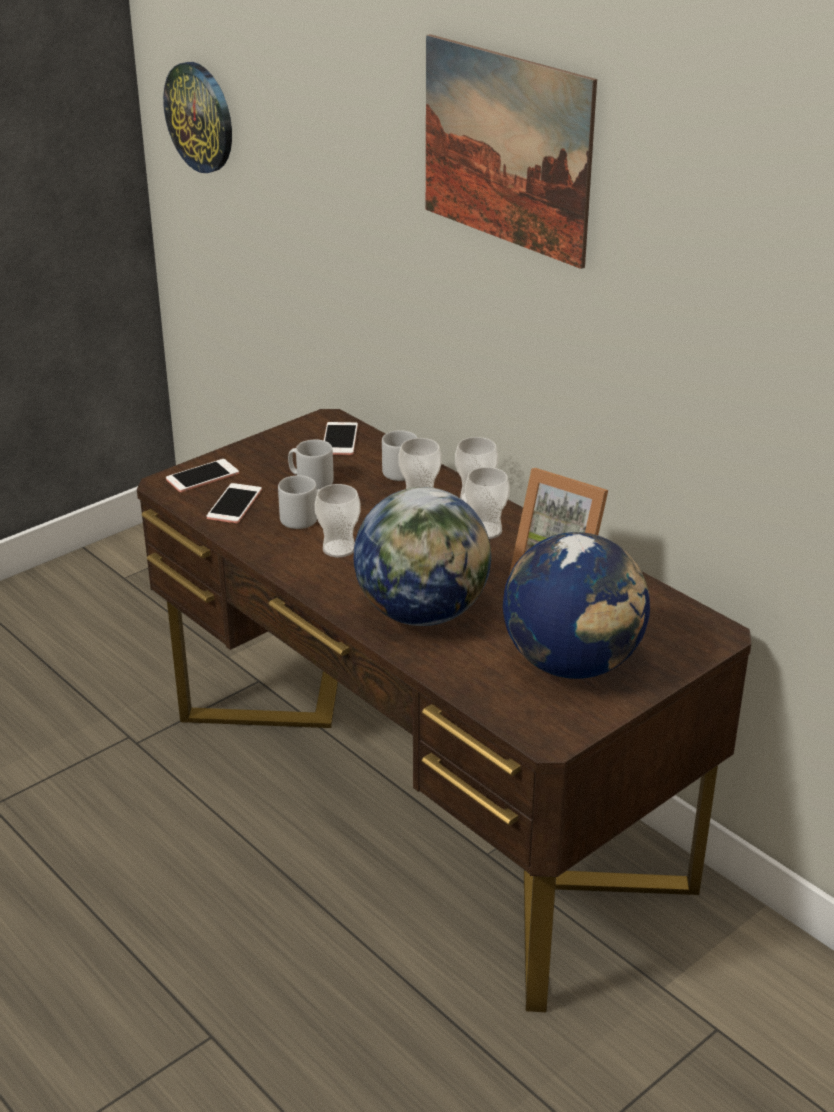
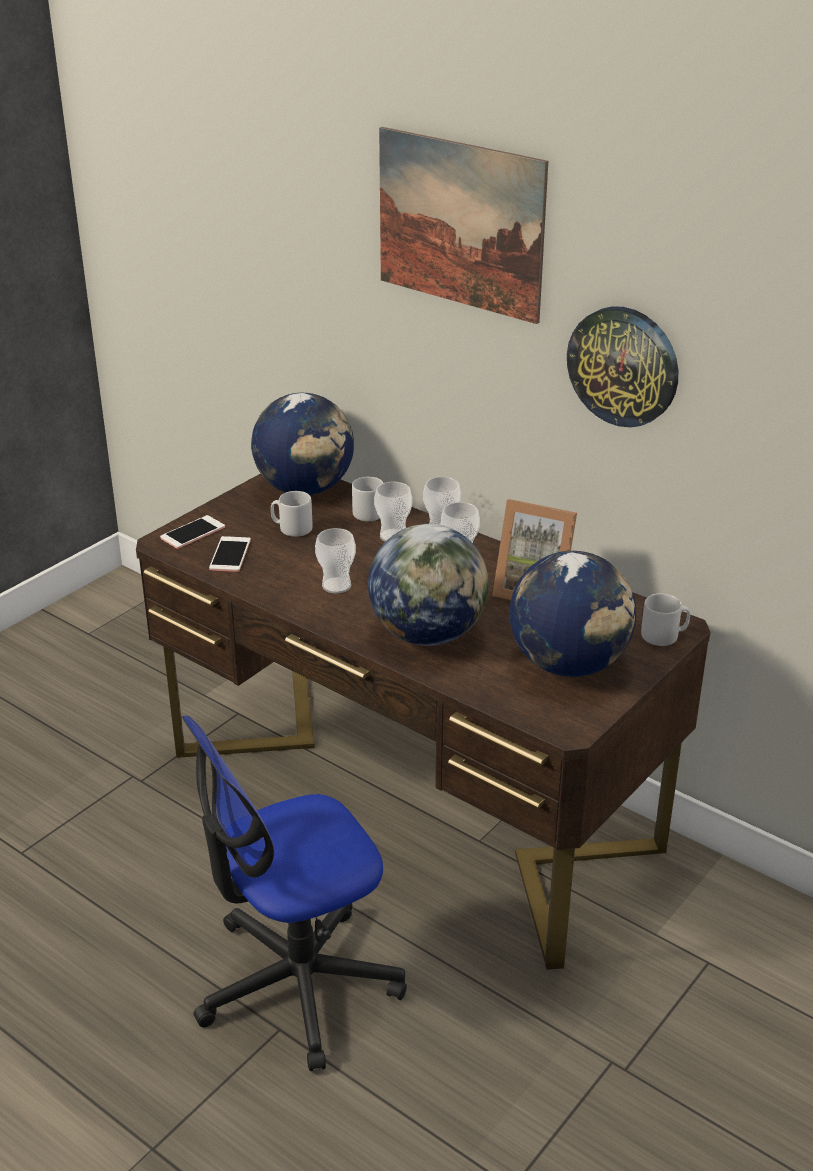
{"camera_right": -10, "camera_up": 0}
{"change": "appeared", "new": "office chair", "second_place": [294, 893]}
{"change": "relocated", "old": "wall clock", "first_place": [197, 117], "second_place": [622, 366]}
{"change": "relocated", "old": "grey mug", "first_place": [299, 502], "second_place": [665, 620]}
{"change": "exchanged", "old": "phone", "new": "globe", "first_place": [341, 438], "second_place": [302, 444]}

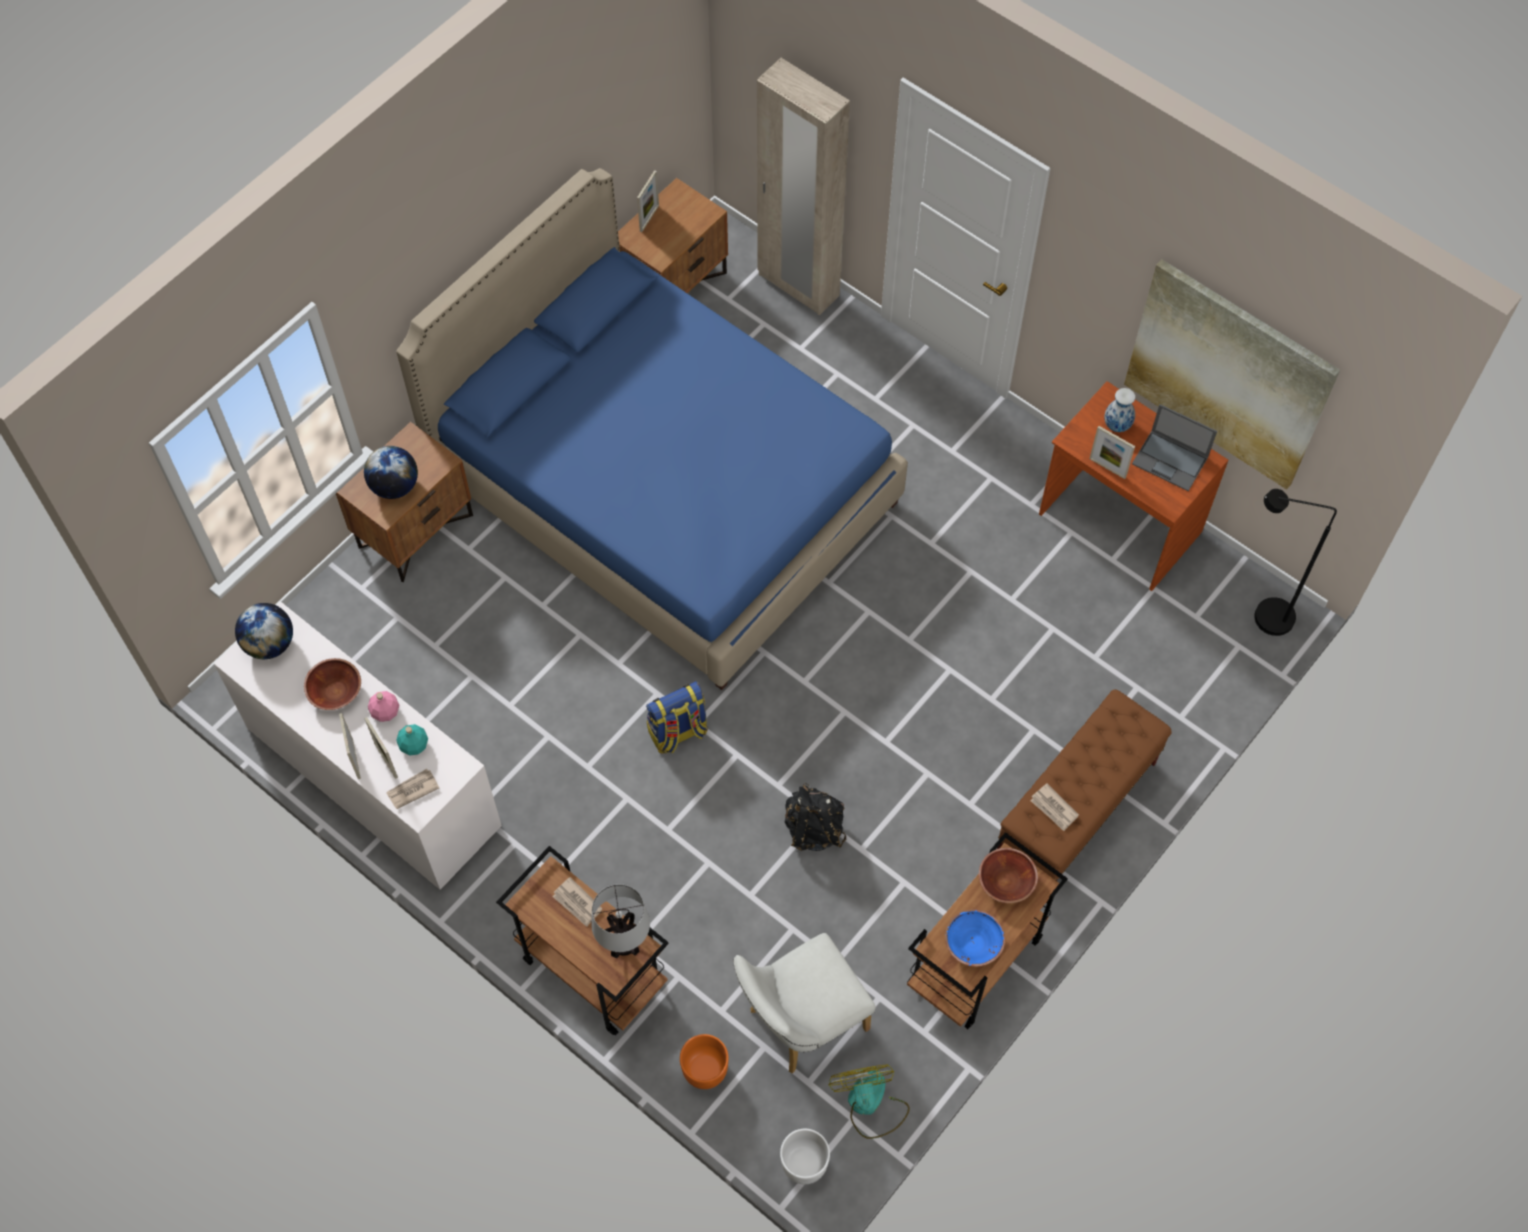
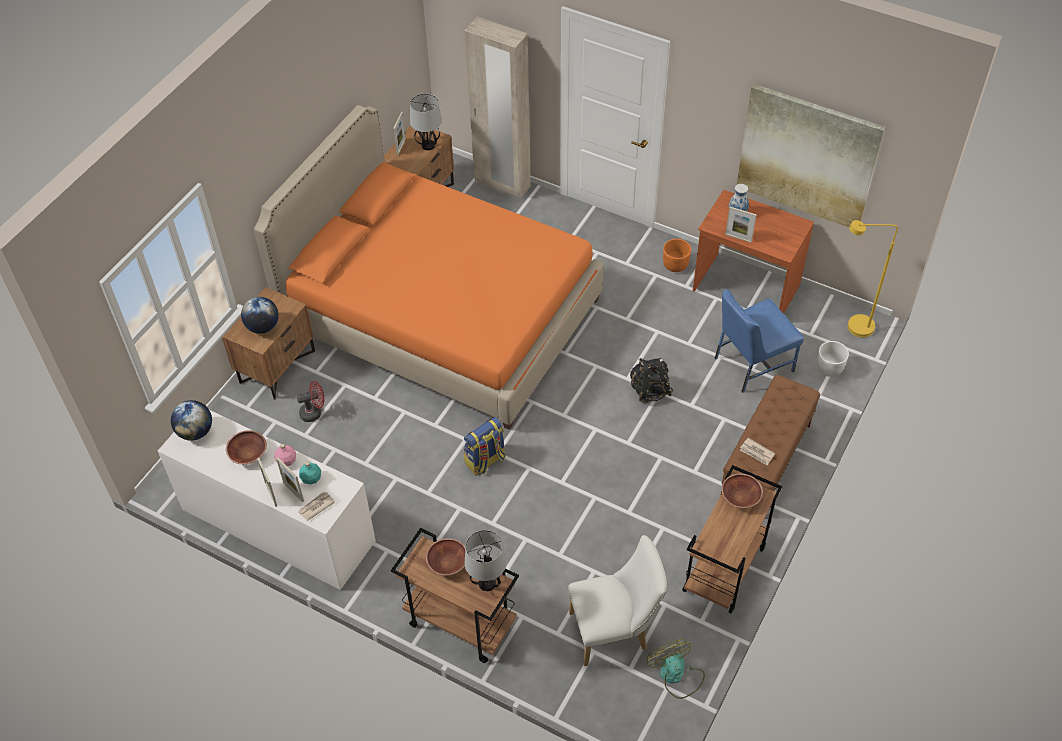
{"camera_right": -10, "camera_up": -10}
{"change": "missing", "old": "blue bowl", "first_place": [975, 938]}
{"change": "missing", "old": "laptop", "first_place": [1174, 447]}
{"change": "appeared", "new": "red fan", "second_place": [310, 401]}
{"change": "appeared", "new": "table lamp", "second_place": [426, 122]}
{"change": "appeared", "new": "blue chair", "second_place": [759, 341]}
{"change": "relocated", "old": "orange planter", "first_place": [704, 1061], "second_place": [677, 255]}
{"change": "relocated", "old": "white planter", "first_place": [805, 1156], "second_place": [833, 359]}
{"change": "relocated", "old": "black backpack", "first_place": [815, 817], "second_place": [651, 380]}
{"change": "exchanged", "old": "newspaper", "new": "brown bowl", "first_place": [577, 902], "second_place": [445, 557]}
{"change": "colour", "old": "blue bed", "new": "orange bed", "first_place": [652, 429], "second_place": [429, 267]}
{"change": "colour", "old": "black floor lamp", "new": "yellow floor lamp", "first_place": [1295, 562], "second_place": [873, 278]}
{"change": "spun", "old": "white chair", "first_place": [804, 1003], "second_place": [617, 600], "degrees": -150}

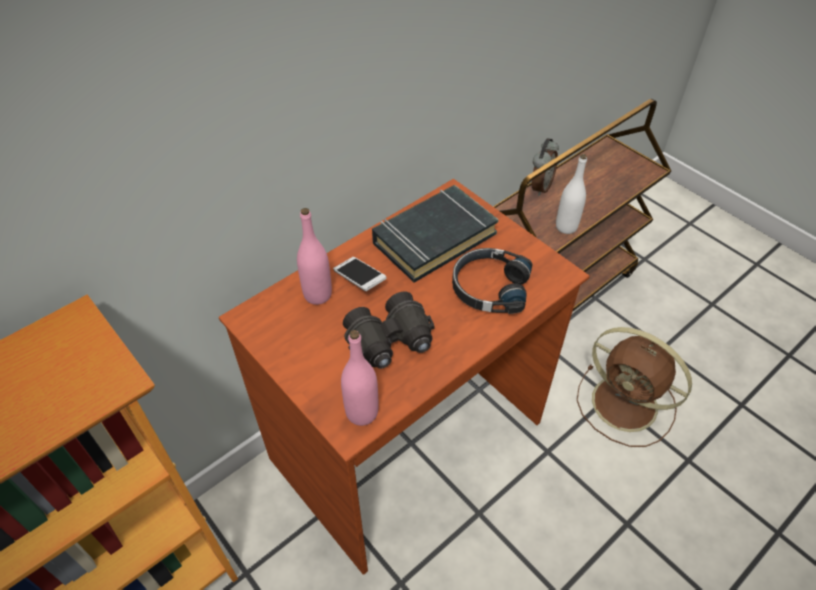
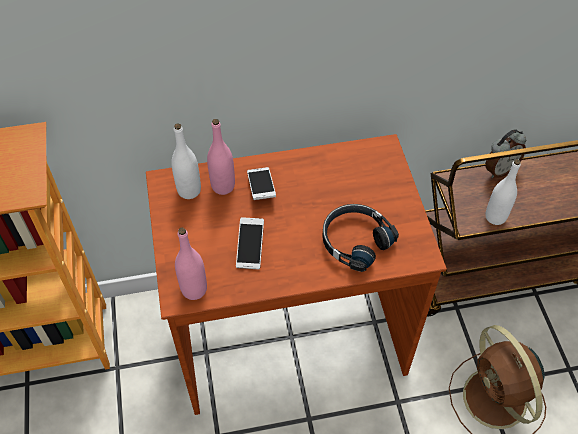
{"camera_right": 30, "camera_up": 5}
{"change": "missing", "old": "black book", "first_place": [435, 234]}
{"change": "appeared", "new": "white bottle", "second_place": [186, 161]}
{"change": "exchanged", "old": "black binoculars", "new": "phone", "first_place": [389, 330], "second_place": [250, 243]}

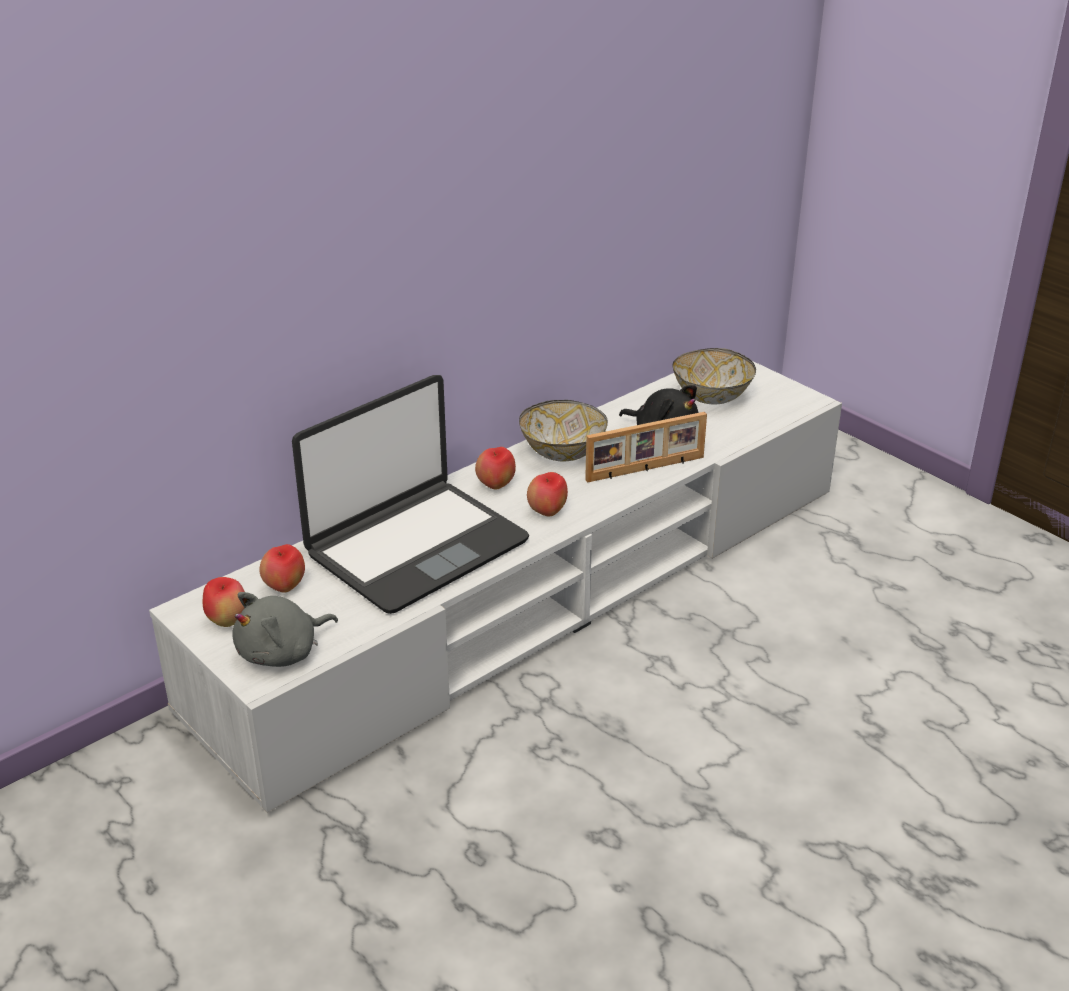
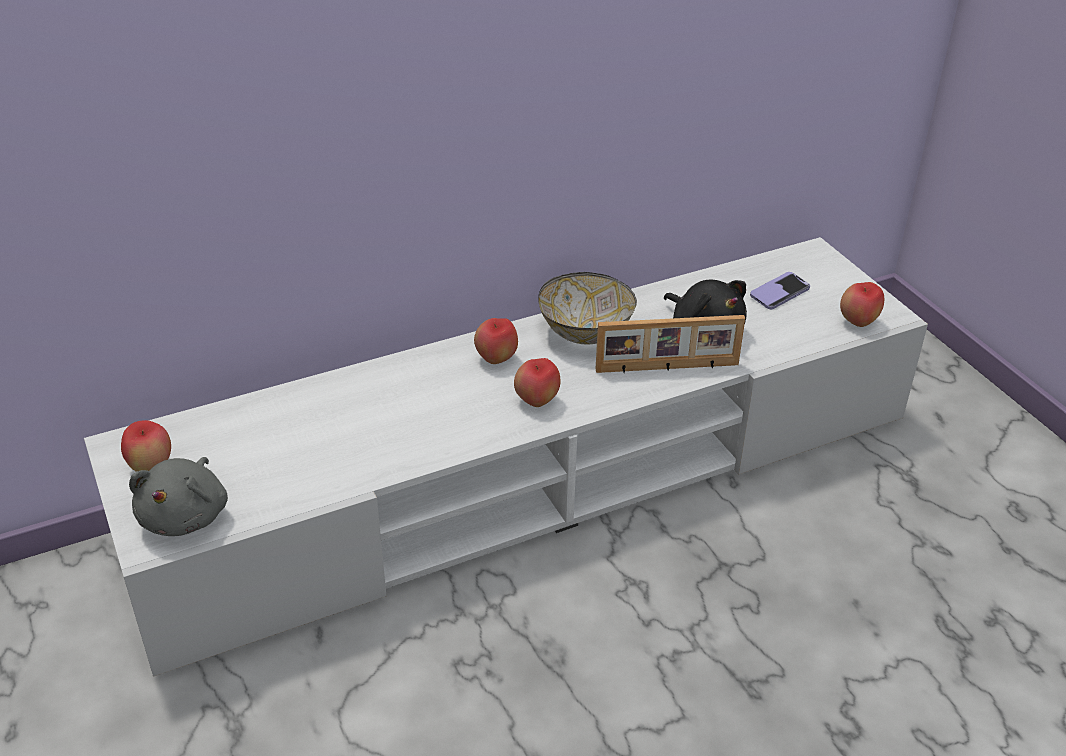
{"camera_right": 15, "camera_up": 5}
{"change": "missing", "old": "laptop", "first_place": [410, 494]}
{"change": "relocated", "old": "apple", "first_place": [282, 568], "second_place": [862, 304]}
{"change": "exchanged", "old": "bowl", "new": "phone", "first_place": [714, 376], "second_place": [780, 290]}
{"change": "spun", "old": "grey plush toy", "first_place": [285, 629], "second_place": [178, 496], "degrees": -60}

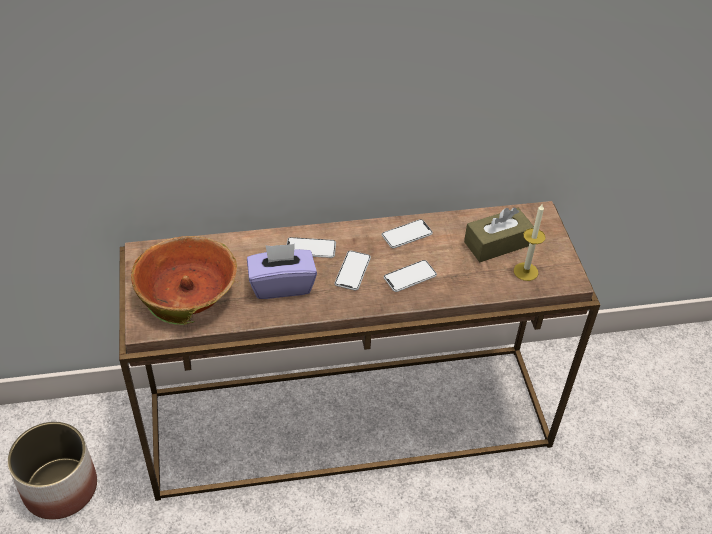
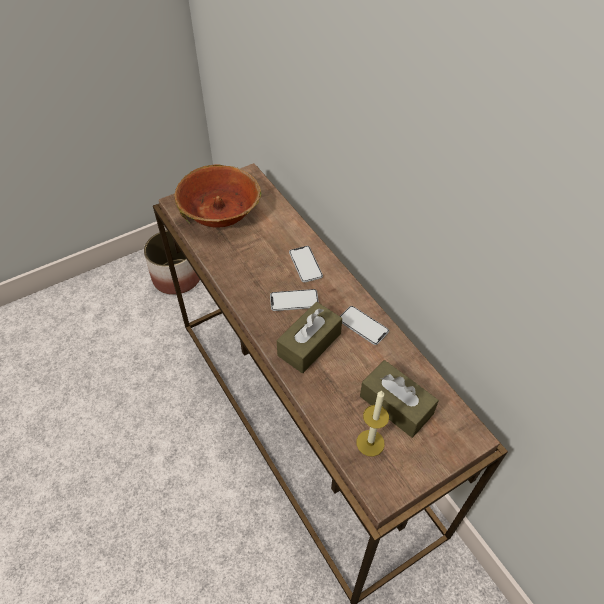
{"camera_right": 70, "camera_up": 5}
{"change": "missing", "old": "purple tissue box", "first_place": [282, 271]}
{"change": "exchanged", "old": "phone", "new": "brown tissue box", "first_place": [410, 276], "second_place": [309, 337]}

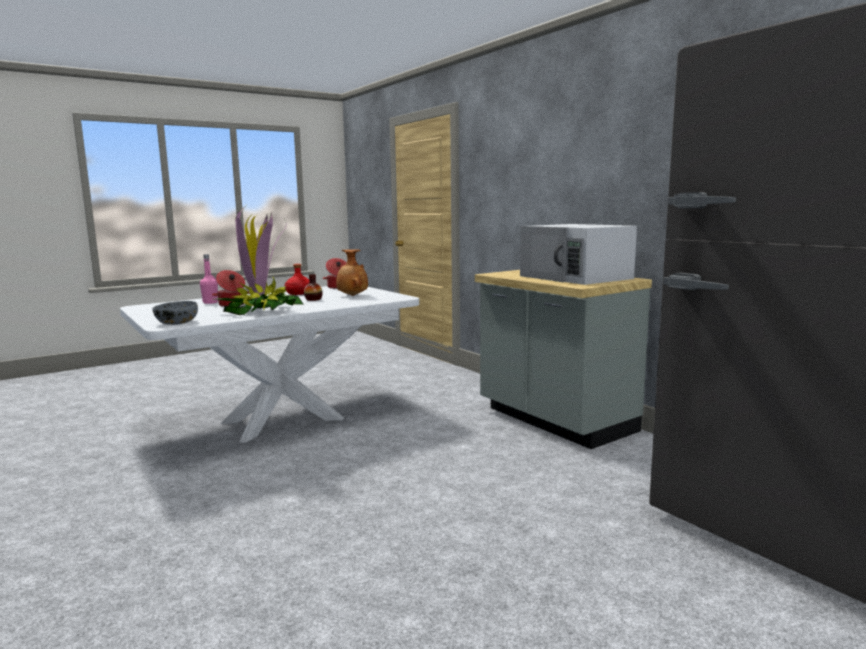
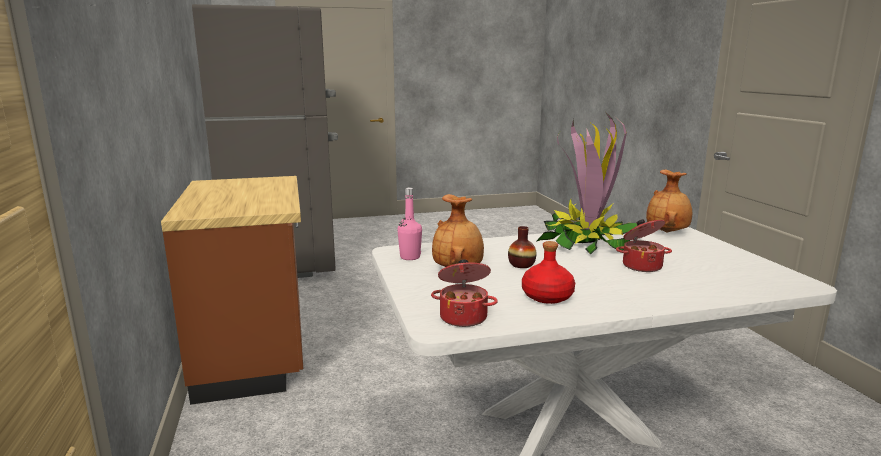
{"camera_right": -160, "camera_up": 5}
{"change": "missing", "old": "white microwave", "first_place": [578, 254]}
{"change": "relocated", "old": "pink bottle", "first_place": [209, 279], "second_place": [409, 223]}
{"change": "exchanged", "old": "grey bowl", "new": "brown vase", "first_place": [175, 313], "second_place": [669, 201]}
{"change": "colour", "old": "grey counter", "new": "brown counter", "first_place": [563, 359], "second_place": [232, 290]}

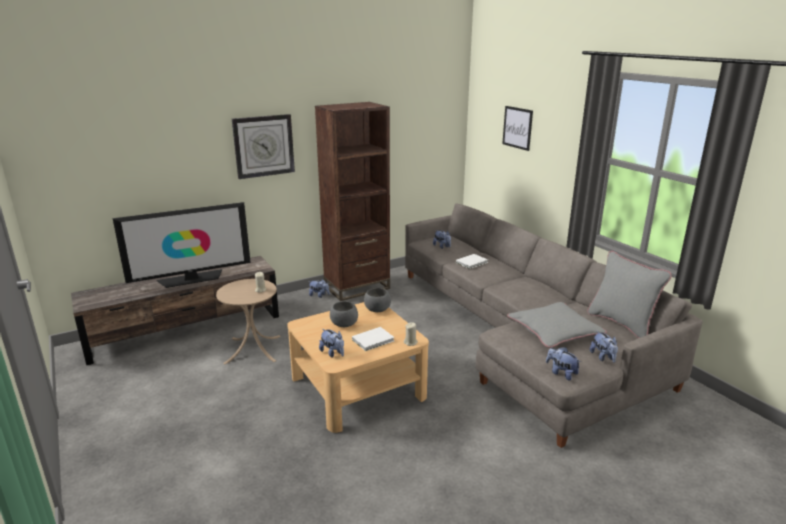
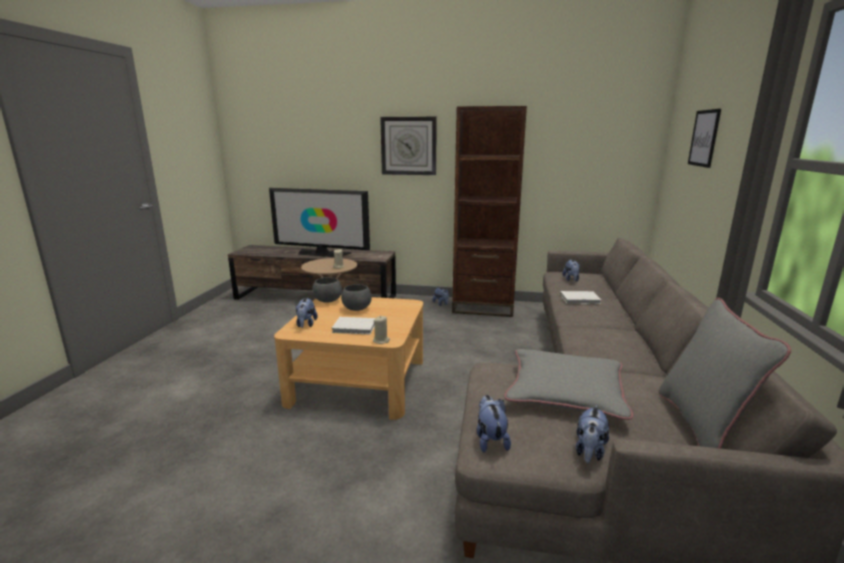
{"camera_right": 40, "camera_up": -5}
{"change": "relocated", "old": "grey bowl", "first_place": [377, 300], "second_place": [327, 290]}

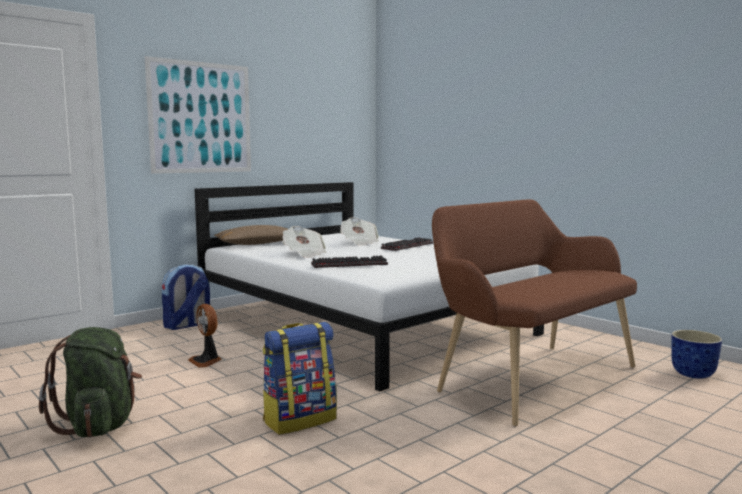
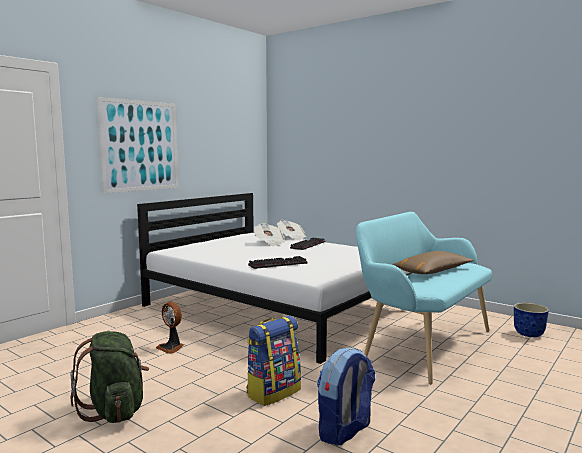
{"camera_right": -10, "camera_up": 0}
{"change": "relocated", "old": "backpack", "first_place": [186, 297], "second_place": [346, 396]}
{"change": "relocated", "old": "brown pillow", "first_place": [251, 235], "second_place": [433, 262]}
{"change": "relocated", "old": "newspaper", "first_place": [304, 242], "second_place": [292, 230]}
{"change": "colour", "old": "brown bench", "new": "turquoise bench", "first_place": [534, 313], "second_place": [424, 298]}

